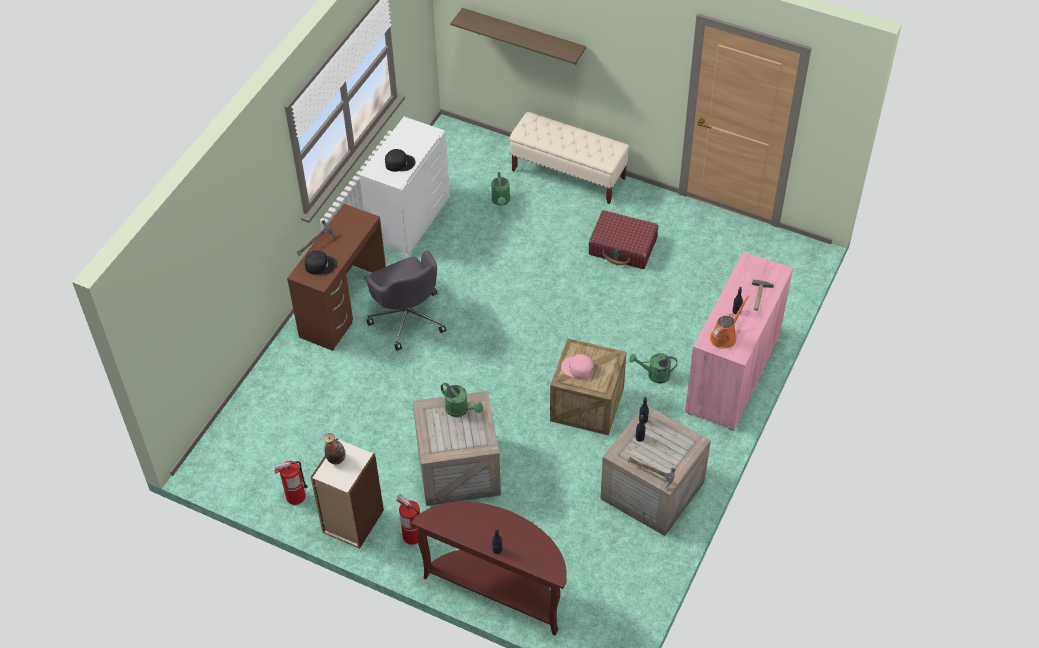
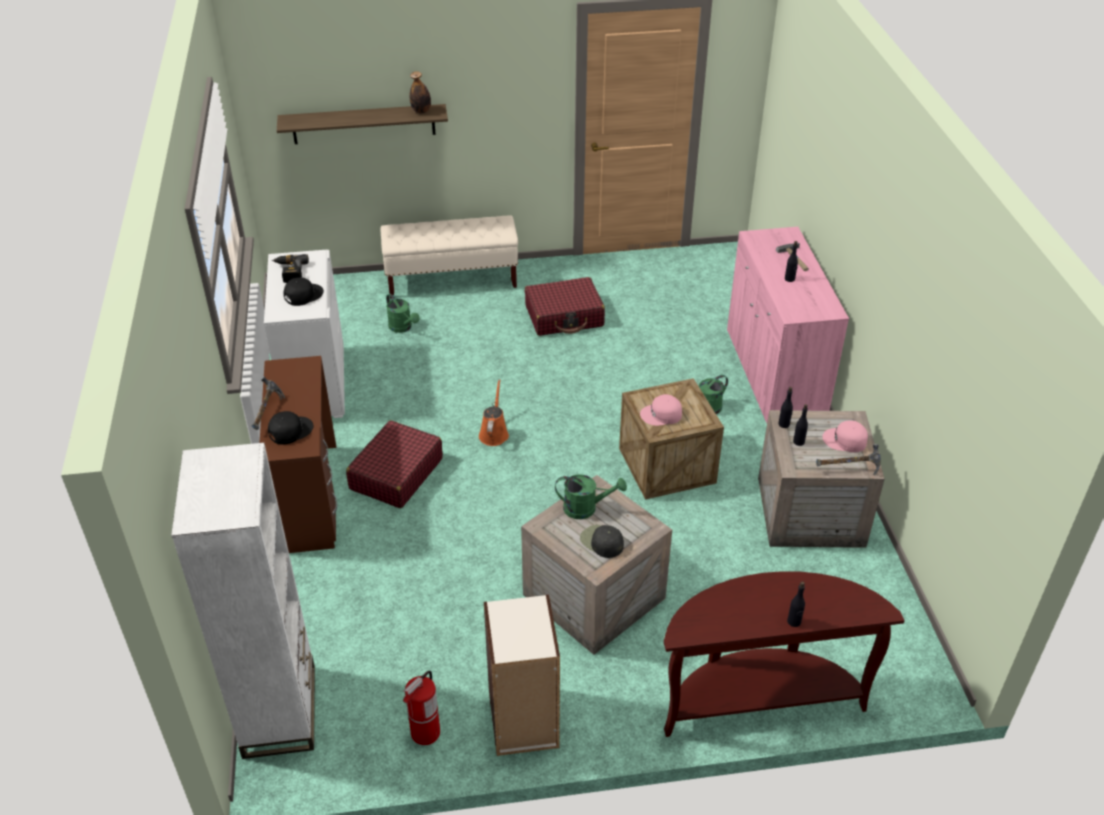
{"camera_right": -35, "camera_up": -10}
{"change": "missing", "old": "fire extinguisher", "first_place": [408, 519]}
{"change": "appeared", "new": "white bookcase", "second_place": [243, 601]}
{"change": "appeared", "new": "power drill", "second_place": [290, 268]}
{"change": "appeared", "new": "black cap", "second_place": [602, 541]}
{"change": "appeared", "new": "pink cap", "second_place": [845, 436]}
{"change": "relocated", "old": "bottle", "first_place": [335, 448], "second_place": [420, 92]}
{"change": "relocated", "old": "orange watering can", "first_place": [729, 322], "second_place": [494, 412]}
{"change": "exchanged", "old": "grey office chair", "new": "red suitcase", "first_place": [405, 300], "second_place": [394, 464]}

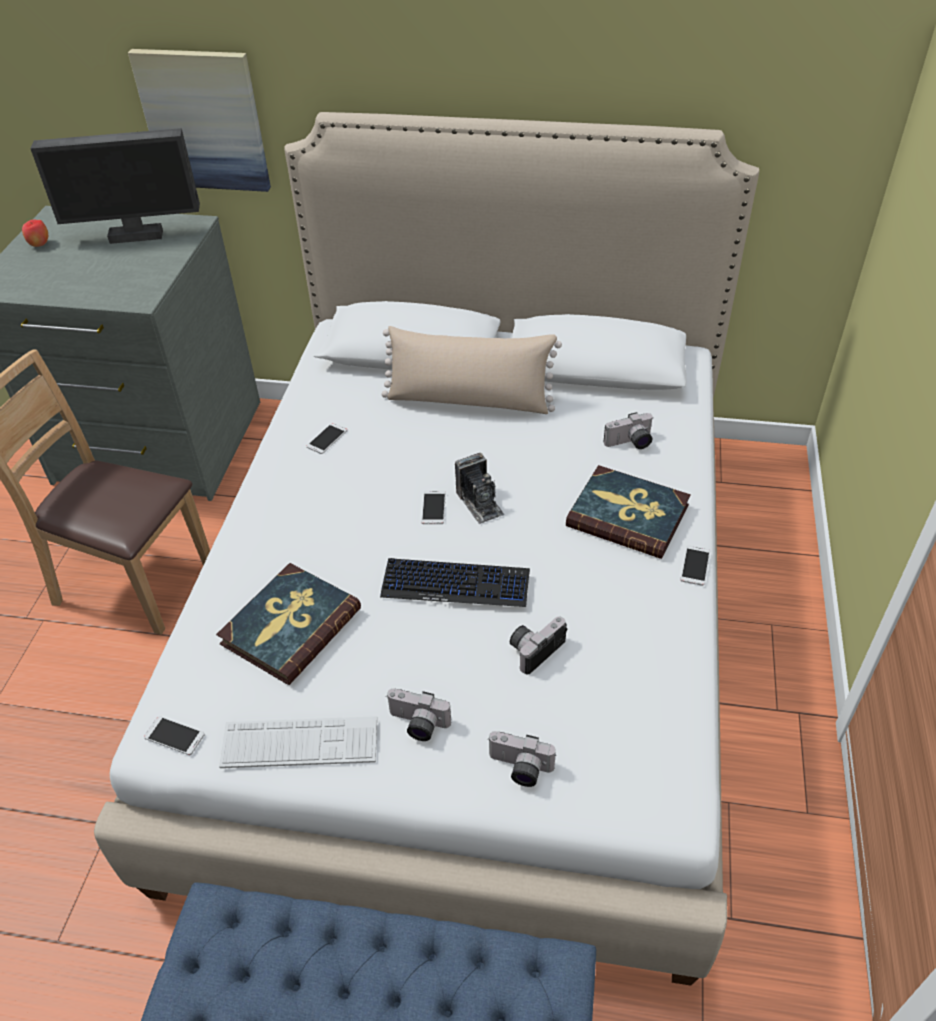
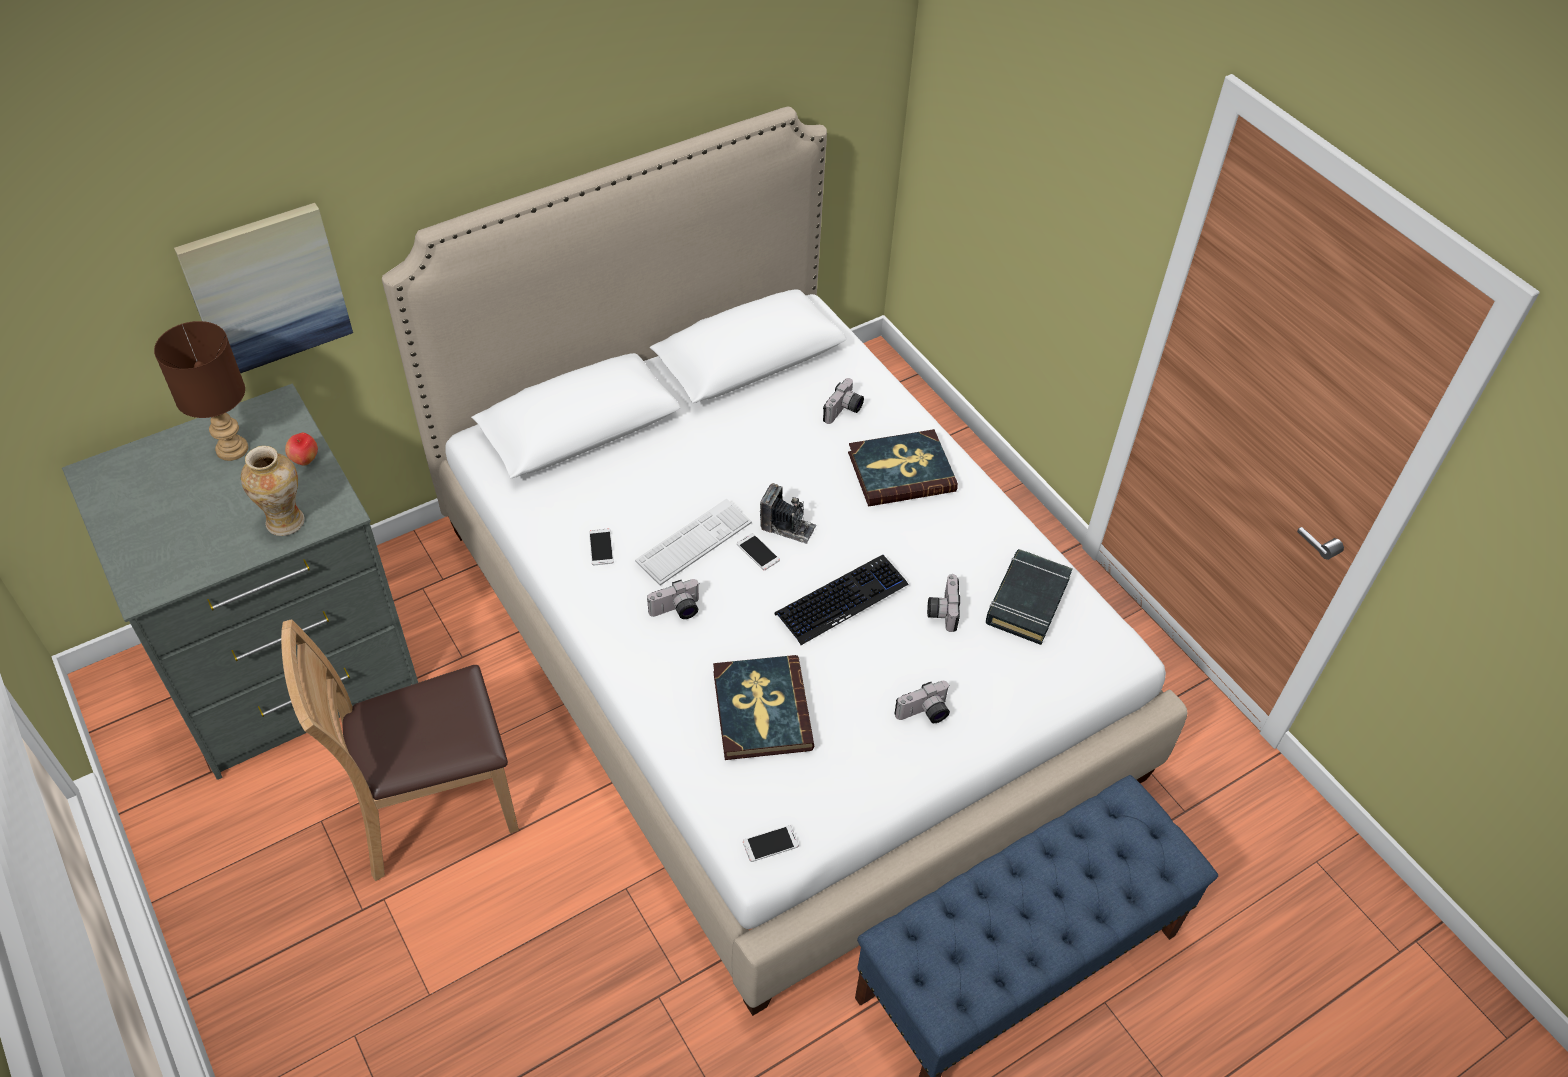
{"camera_right": -45, "camera_up": 5}
{"change": "missing", "old": "beige pillow", "first_place": [471, 370]}
{"change": "missing", "old": "phone", "first_place": [695, 565]}
{"change": "appeared", "new": "vase", "second_place": [272, 491]}
{"change": "appeared", "new": "black book", "second_place": [1029, 597]}
{"change": "relocated", "old": "apple", "first_place": [35, 233], "second_place": [301, 449]}
{"change": "relocated", "old": "keyboard", "first_place": [298, 742], "second_place": [693, 542]}
{"change": "relocated", "old": "photo camera", "first_place": [521, 759], "second_place": [673, 599]}
{"change": "exchanged", "old": "monitor", "new": "brown table lamp", "first_place": [115, 186], "second_place": [201, 391]}

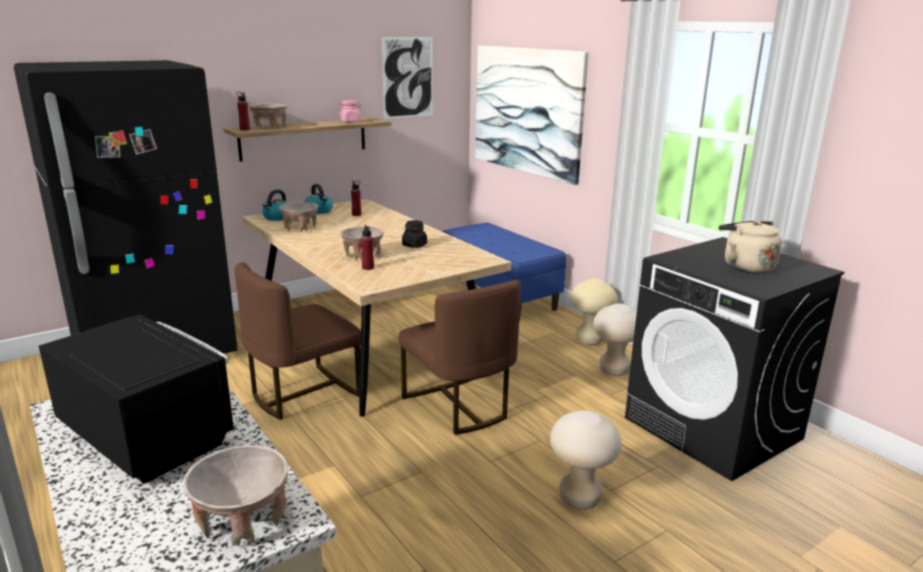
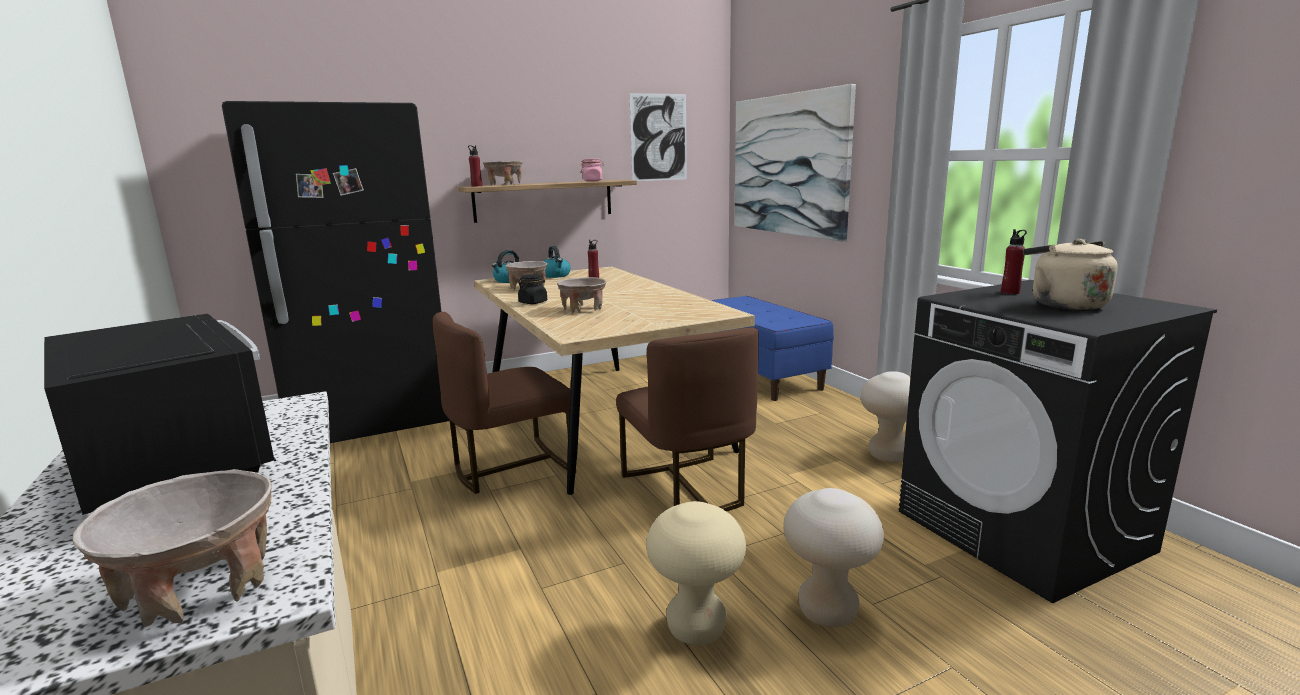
{"camera_right": 10, "camera_up": -5}
{"change": "relocated", "old": "red bottle", "first_place": [367, 247], "second_place": [1014, 261]}
{"change": "relocated", "old": "black jar", "first_place": [414, 234], "second_place": [532, 289]}
{"change": "relocated", "old": "beige stool", "first_place": [594, 312], "second_place": [696, 573]}

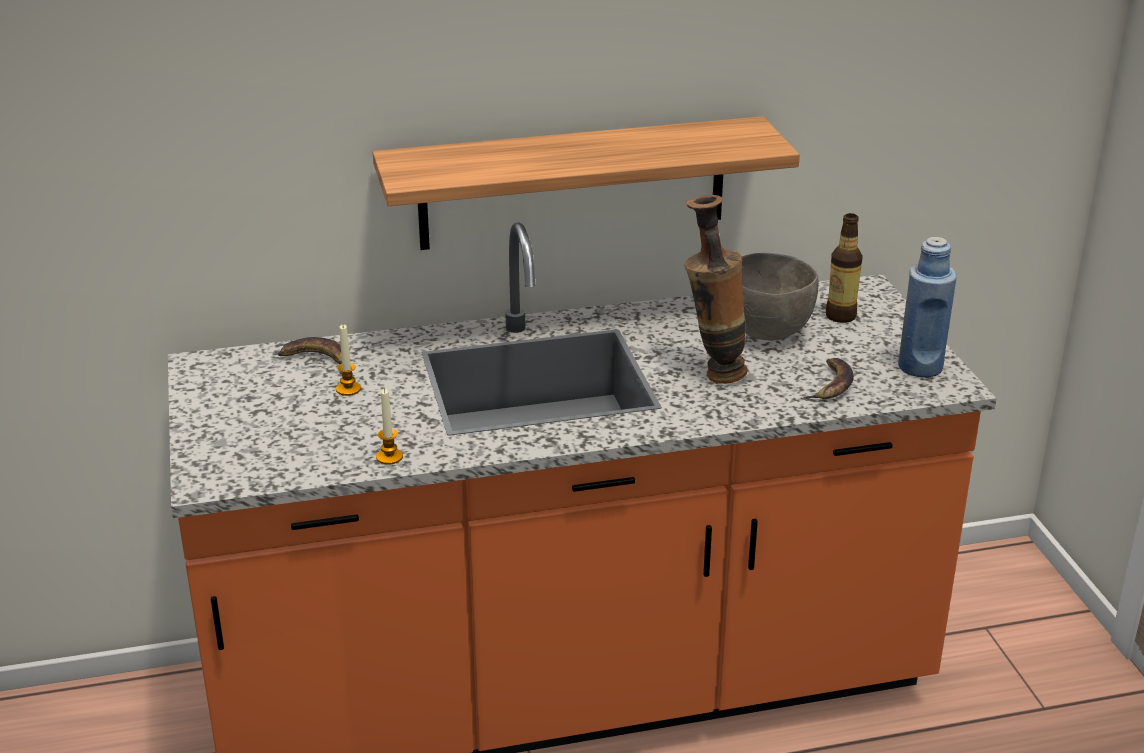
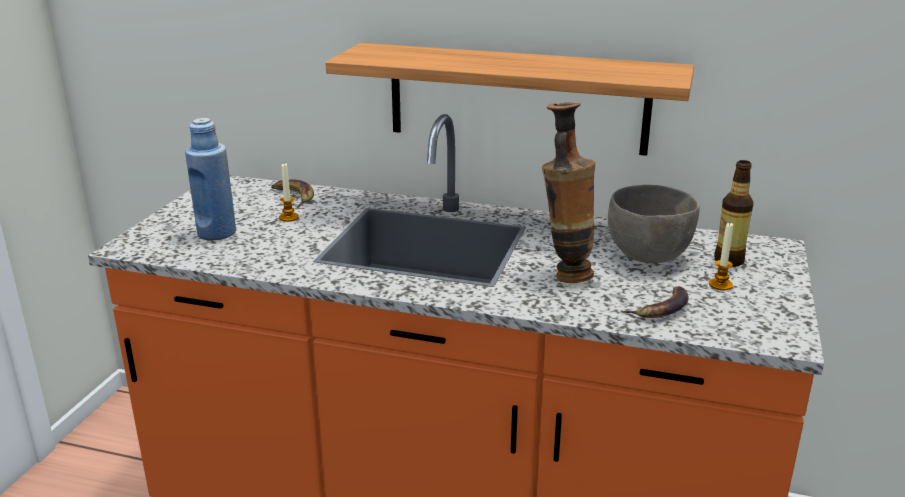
{"camera_right": 30, "camera_up": -5}
{"change": "relocated", "old": "candle", "first_place": [389, 427], "second_place": [721, 256]}
{"change": "relocated", "old": "blue bottle", "first_place": [927, 307], "second_place": [210, 179]}

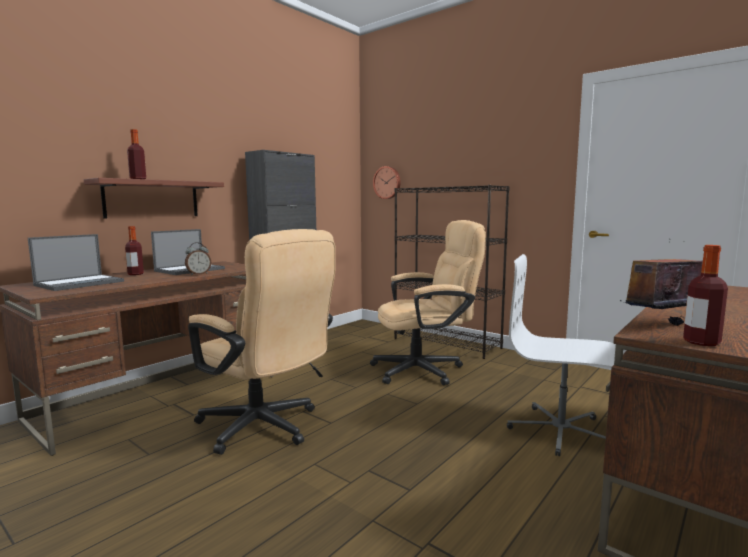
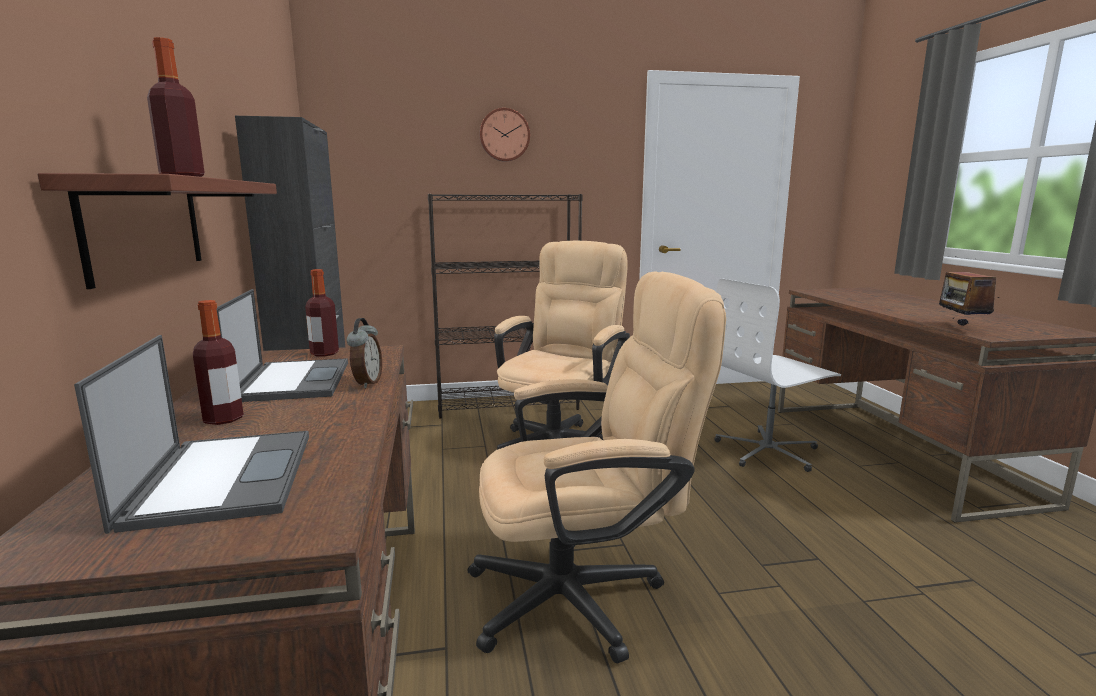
{"camera_right": -50, "camera_up": 5}
{"change": "relocated", "old": "wall clock", "first_place": [387, 182], "second_place": [505, 135]}
{"change": "relocated", "old": "bottle", "first_place": [705, 295], "second_place": [322, 313]}

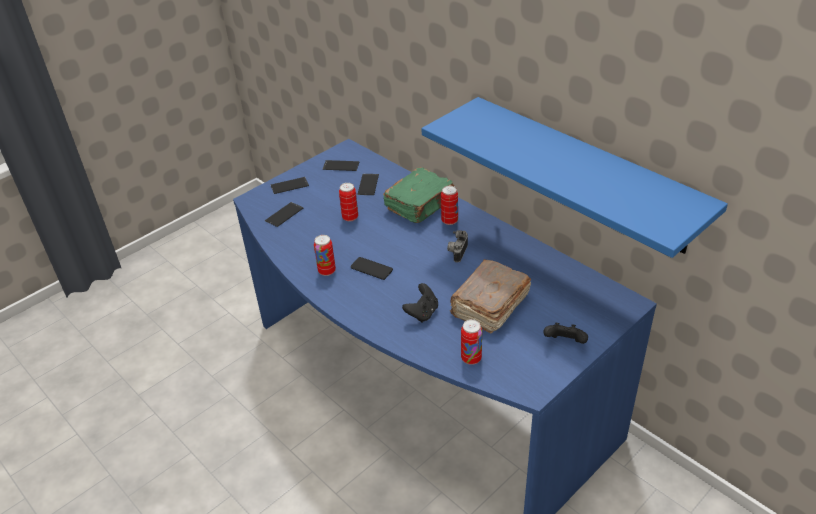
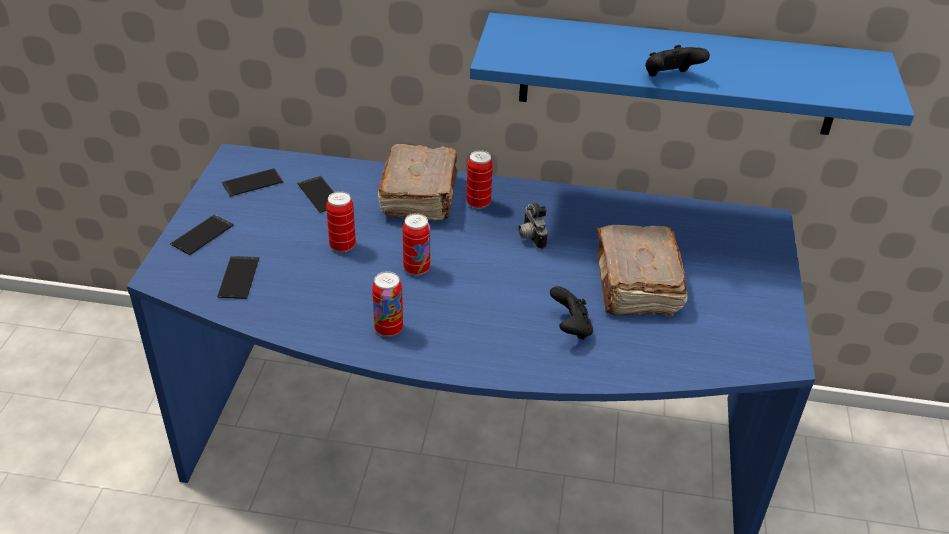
{"camera_right": -40, "camera_up": 0}
{"change": "missing", "old": "phone", "first_place": [371, 268]}
{"change": "relocated", "old": "can", "first_place": [471, 342], "second_place": [416, 244]}
{"change": "relocated", "old": "black game controller", "first_place": [565, 333], "second_place": [677, 60]}
{"change": "colour", "old": "green book", "new": "brown book", "first_place": [419, 195], "second_place": [418, 182]}

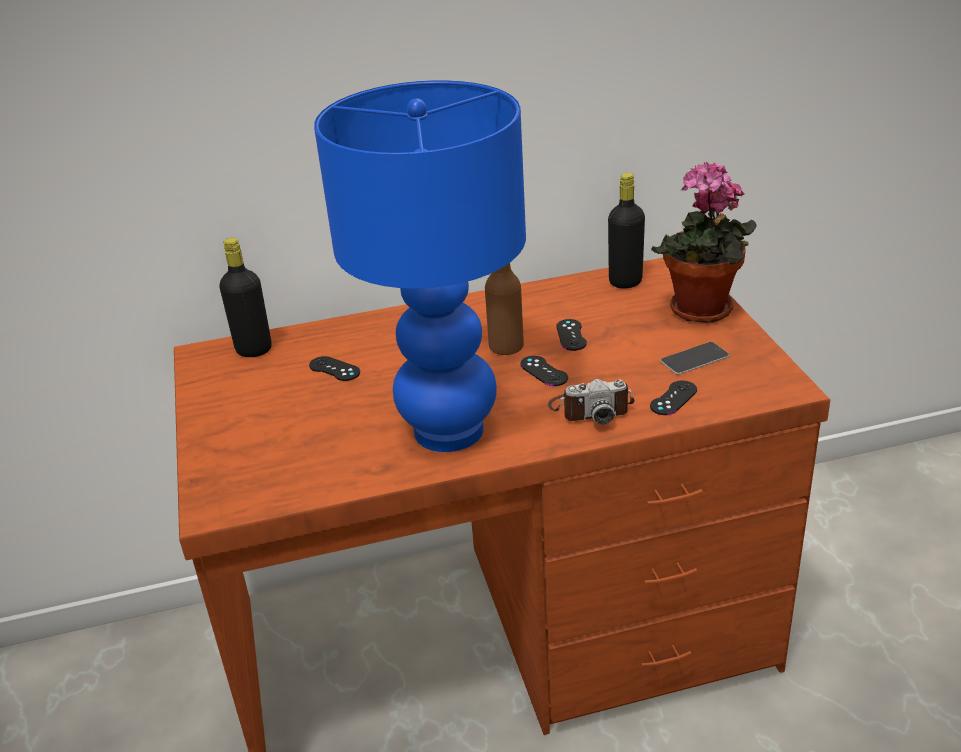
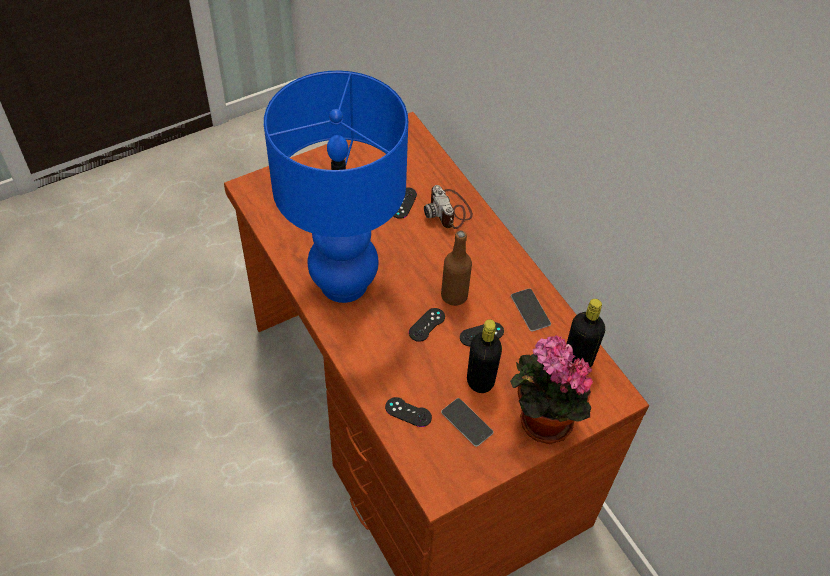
{"camera_right": 70, "camera_up": 20}
{"change": "appeared", "new": "phone", "second_place": [531, 310]}
{"change": "relocated", "old": "black bottle", "first_place": [245, 297], "second_place": [484, 356]}
{"change": "relocated", "old": "photo camera", "first_place": [591, 401], "second_place": [448, 207]}

